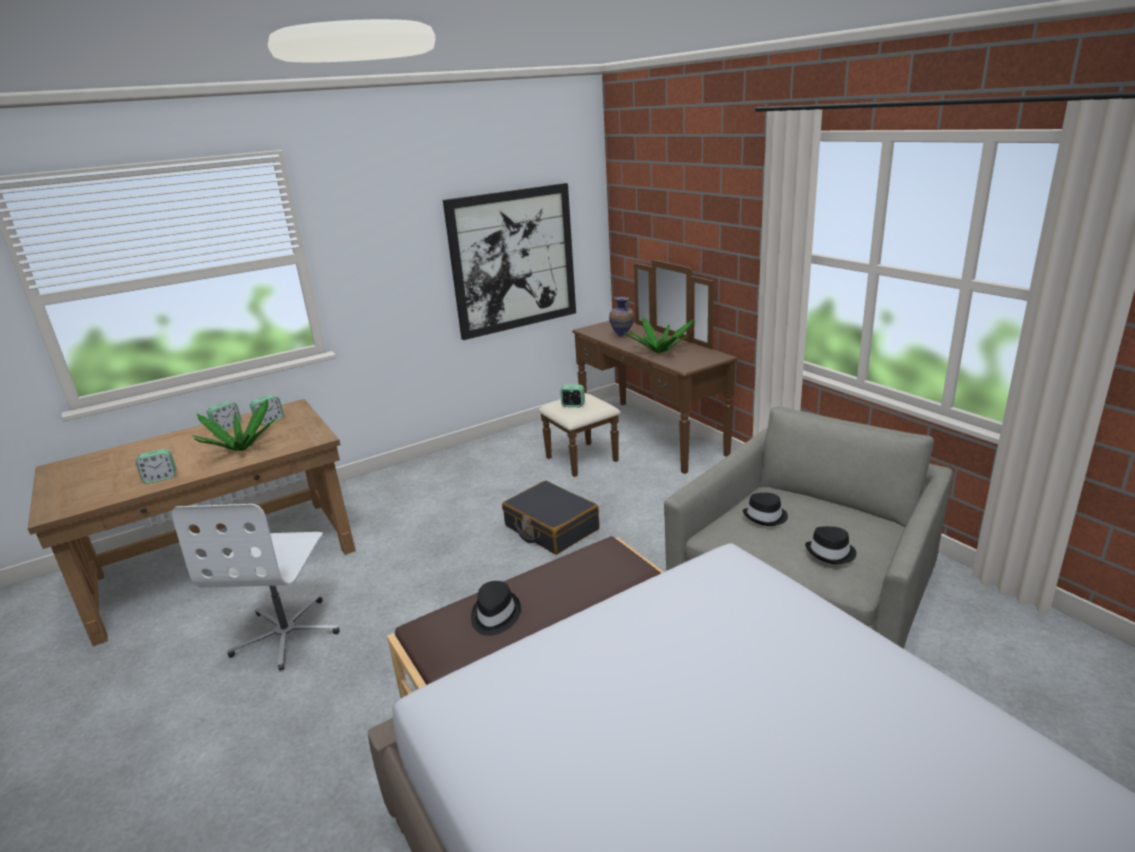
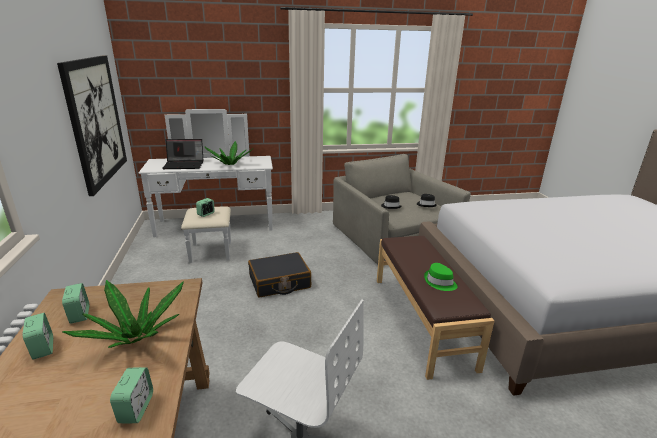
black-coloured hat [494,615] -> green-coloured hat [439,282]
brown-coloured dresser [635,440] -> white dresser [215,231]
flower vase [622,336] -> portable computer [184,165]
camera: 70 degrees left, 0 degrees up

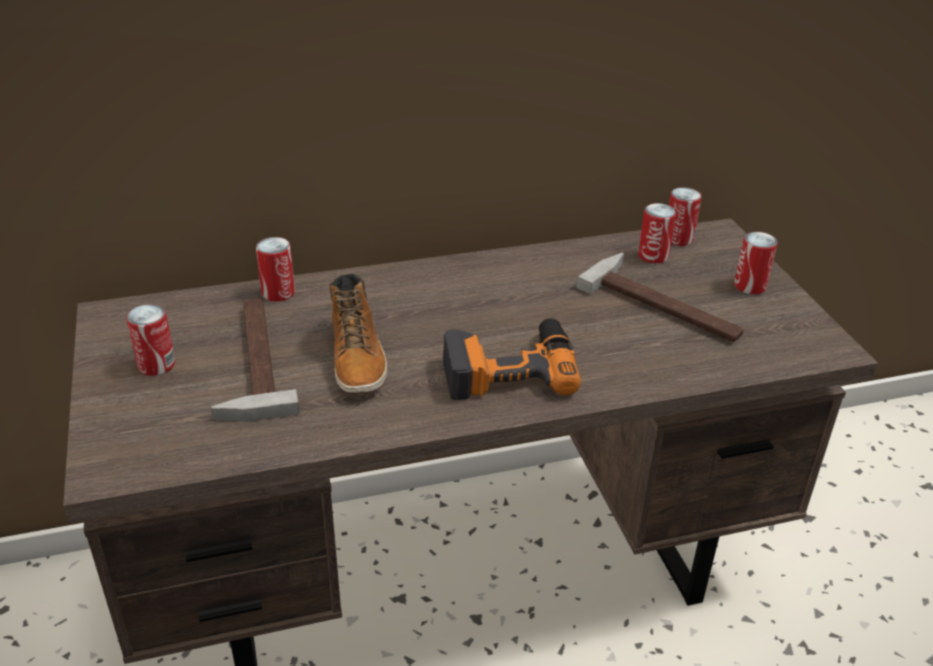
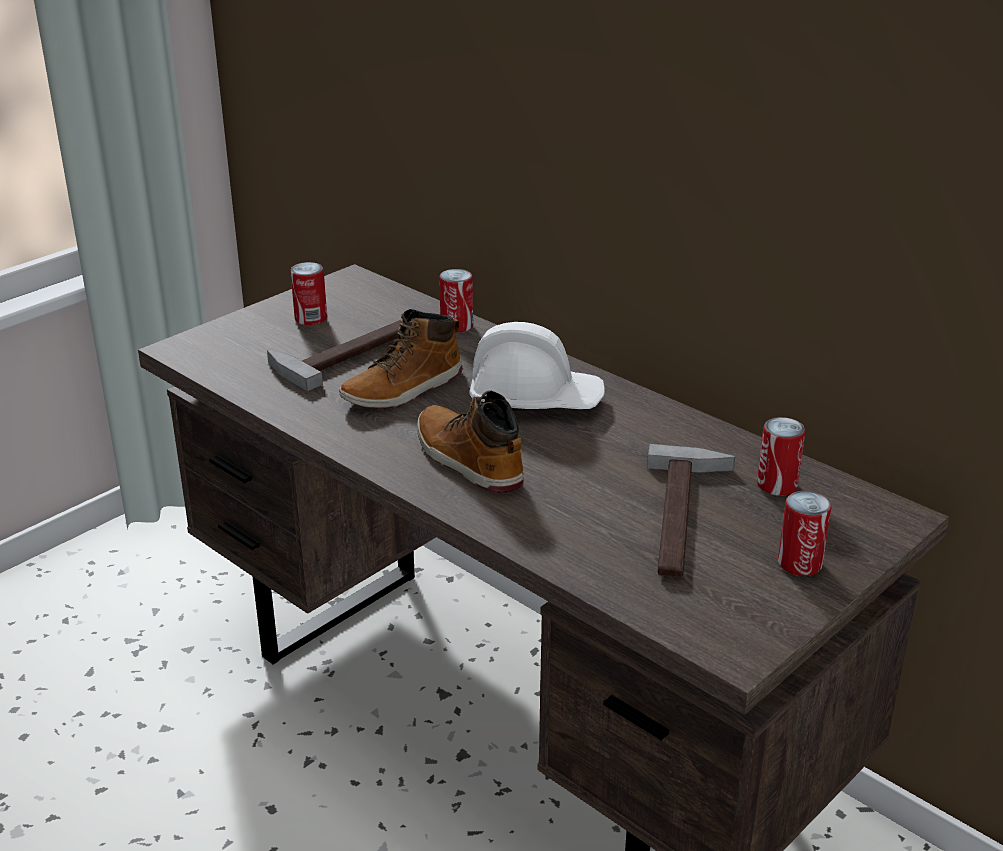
power drill [508,368] -> high-top boot [467,460]
metal can [678,239] -> none
none -> white safety helmet [535,399]
camera: 60 degrees right, 5 degrees down

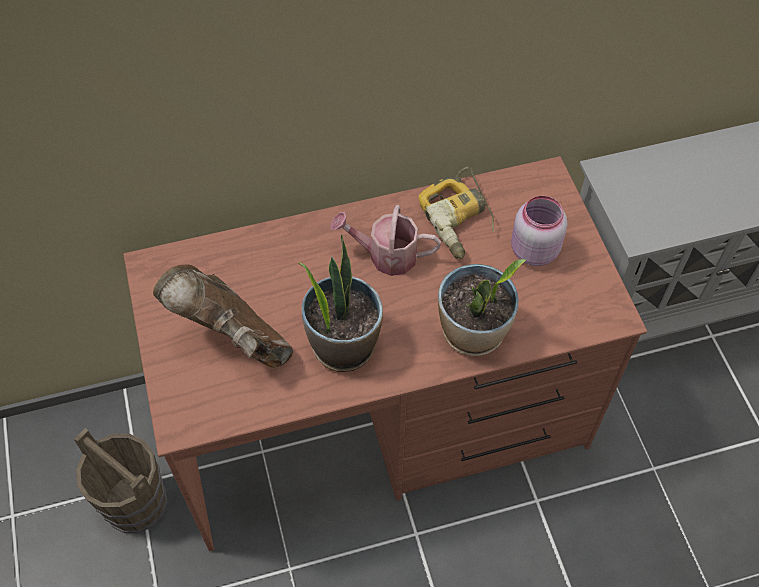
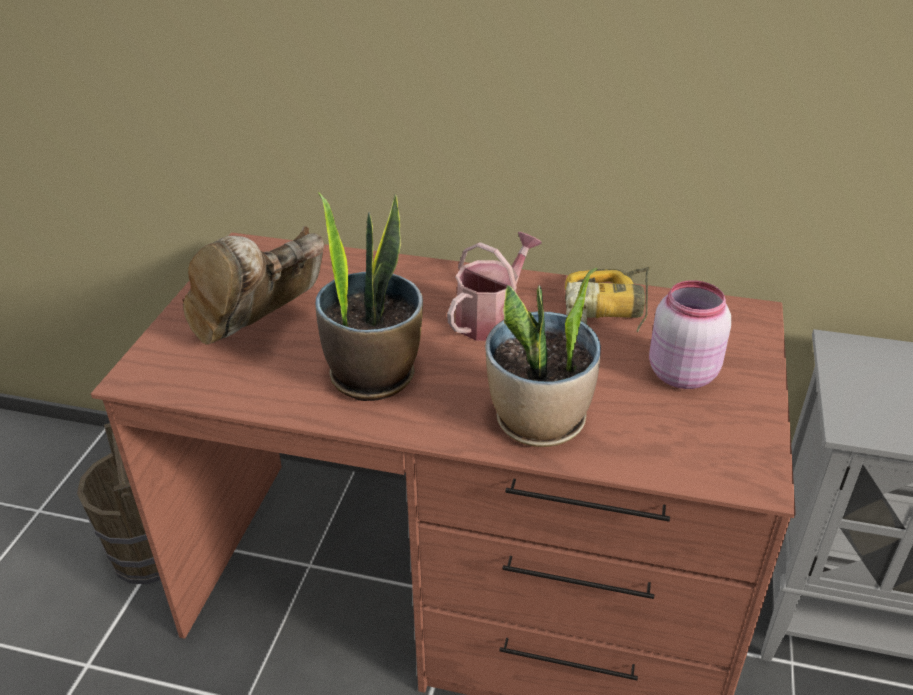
brown-coloured high-top boot [233,340] -> brown-coloured high-top boot [262,329], 120 degrees counterclockwise
sprinkling can [386,255] -> sprinkling can [492,318], 90 degrees clockwise
camera: 30 degrees right, 20 degrees down

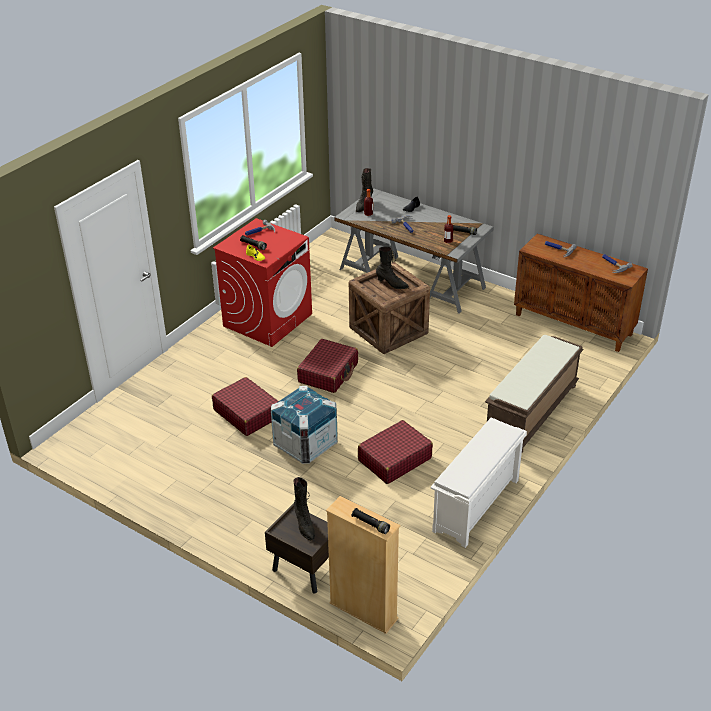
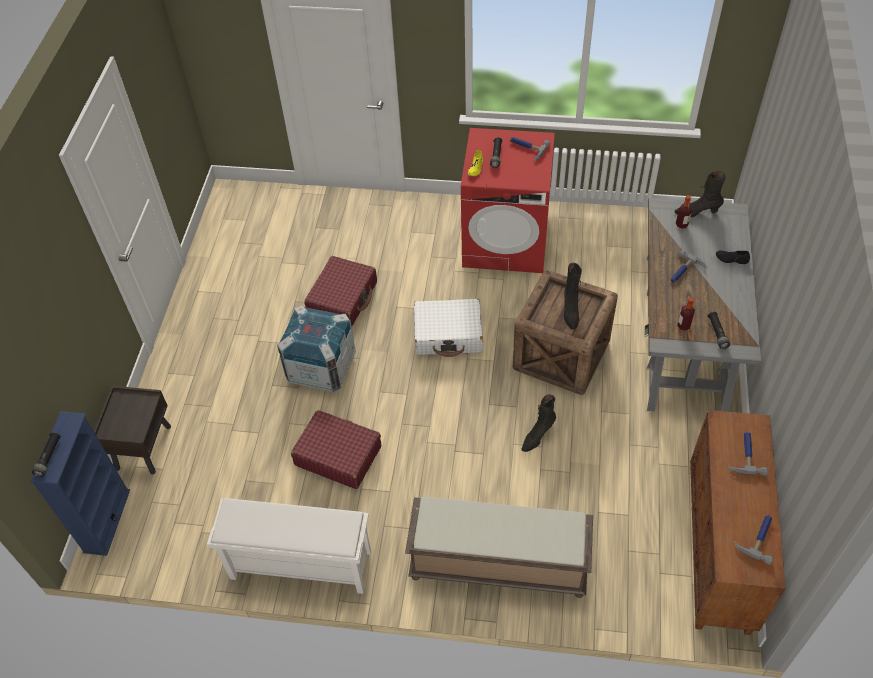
black-coloured high-top boot [304,525] -> black-coloured high-top boot [537,436], moved
red piece of luggage [328,373] -> white piece of luggage [448,334]
beige bookcase [363,611] -> bluish bookcase [106,521]
camera: 65 degrees right, 15 degrees up

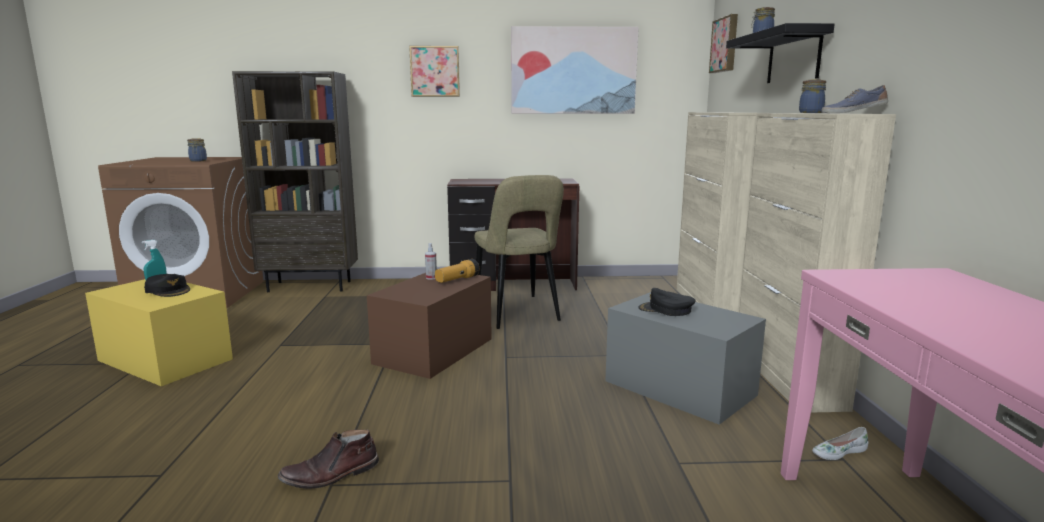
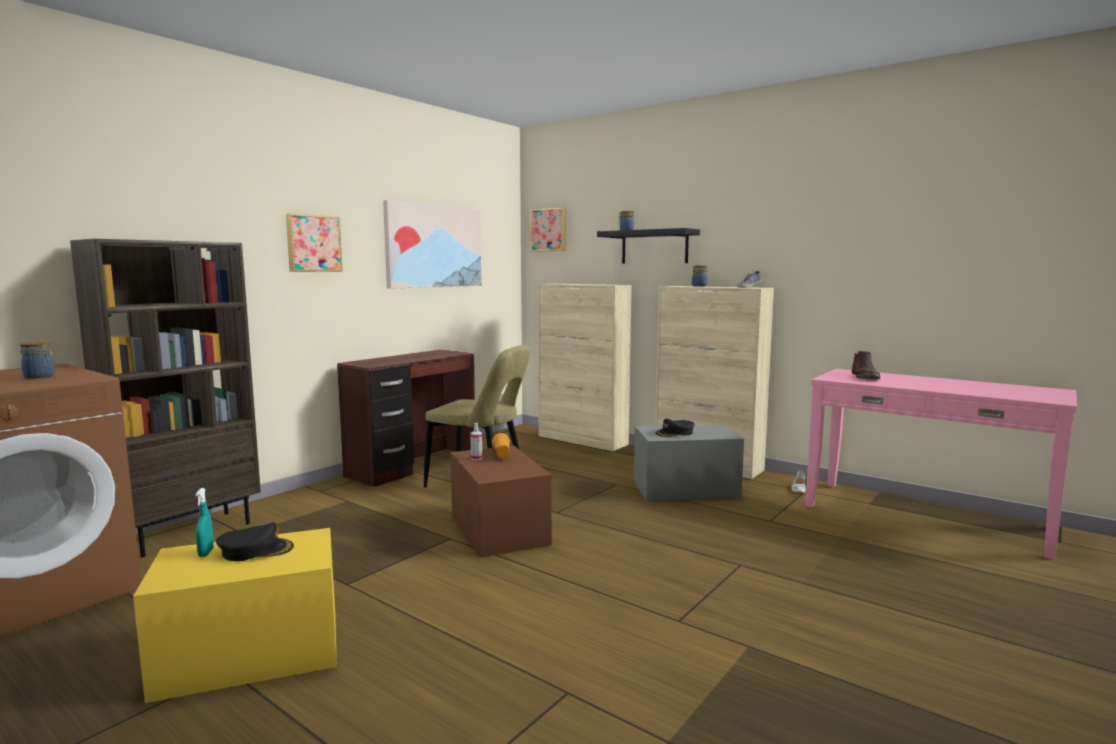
brown-coloured high-top boot [331,475] -> brown-coloured high-top boot [865,377], moved
camera: 50 degrees left, 5 degrees down

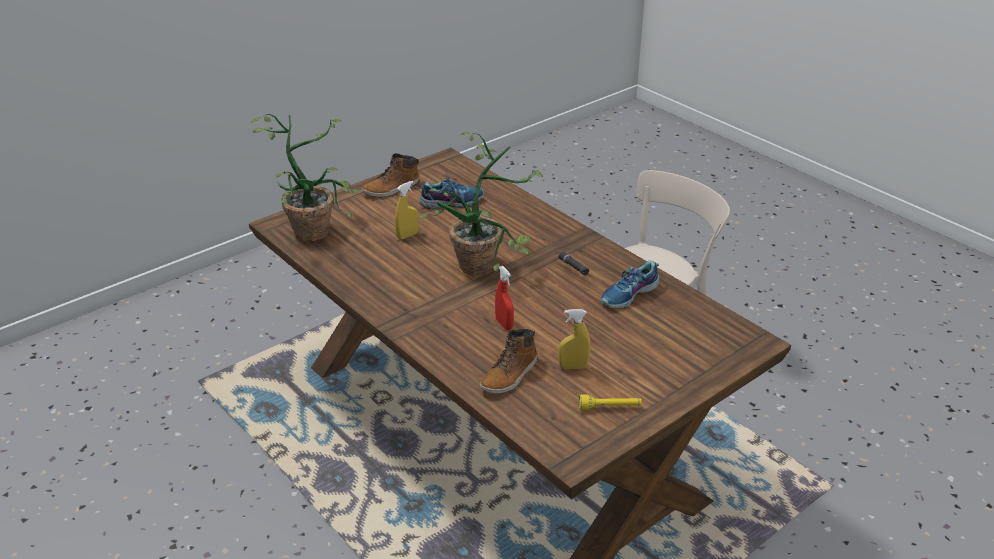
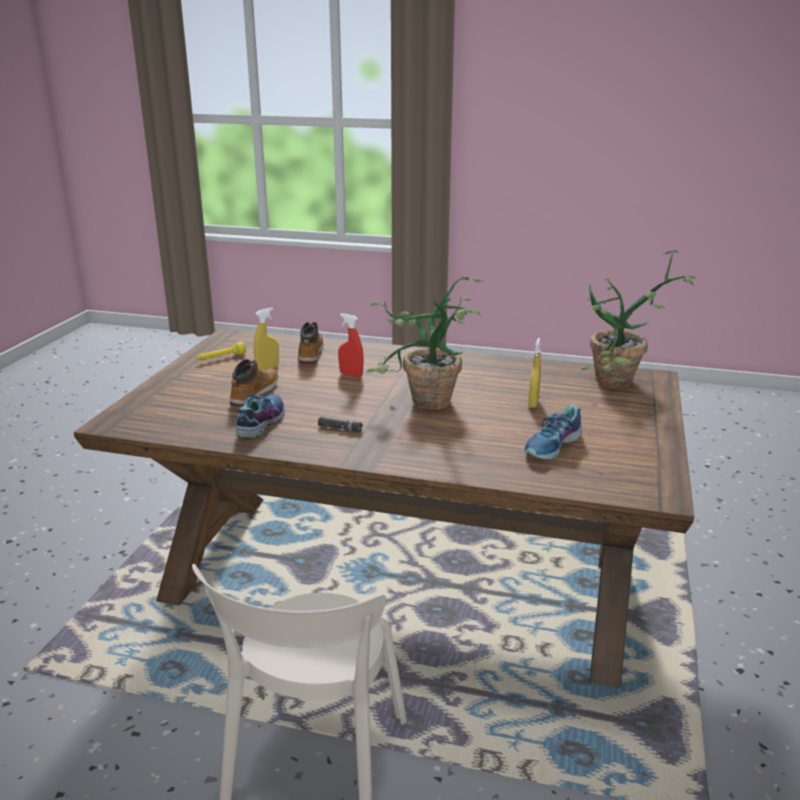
high-top boot [392,189] -> high-top boot [254,393], moved
camera: 145 degrees right, 10 degrees down

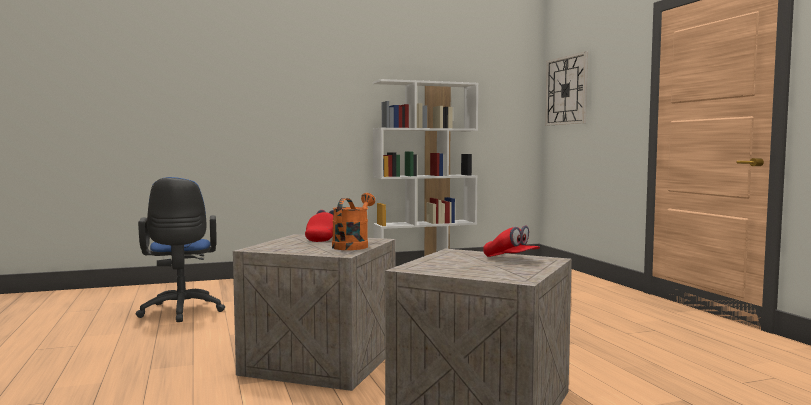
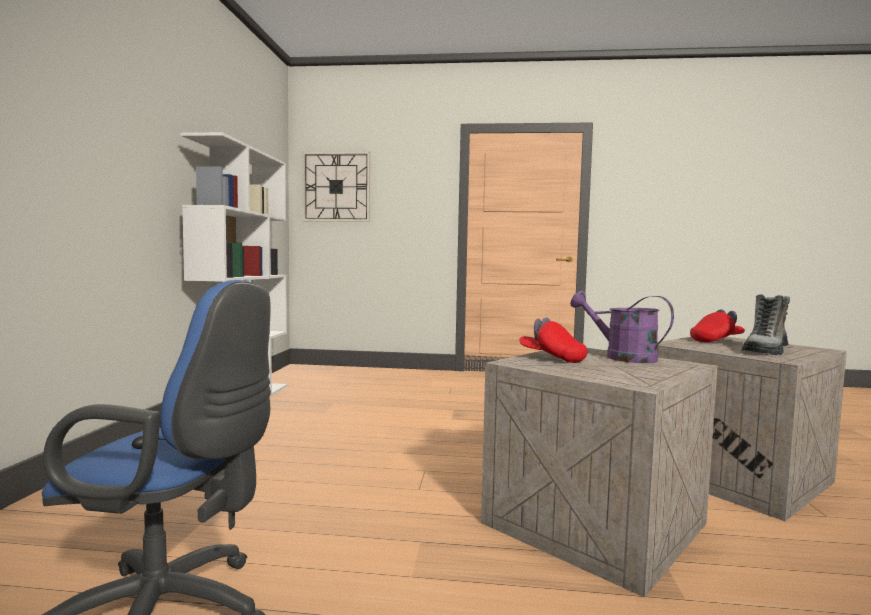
orangey sprinkling can [353,245] -> purple-coloured sprinkling can [621,357]
none -> high-top boot [766,351]
camera: 65 degrees left, 0 degrees up

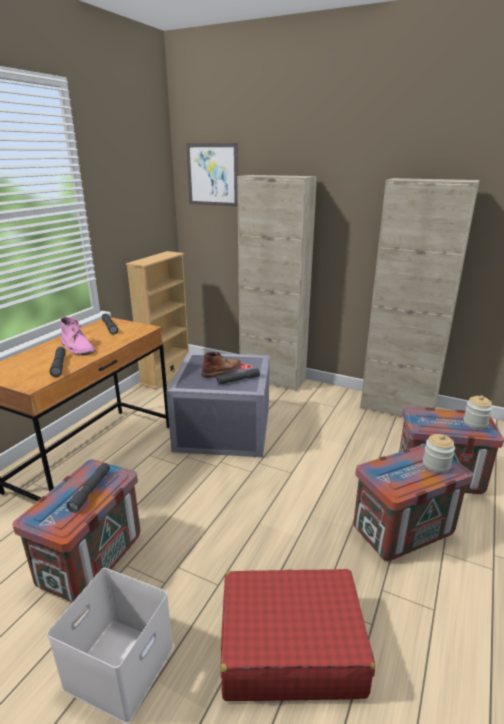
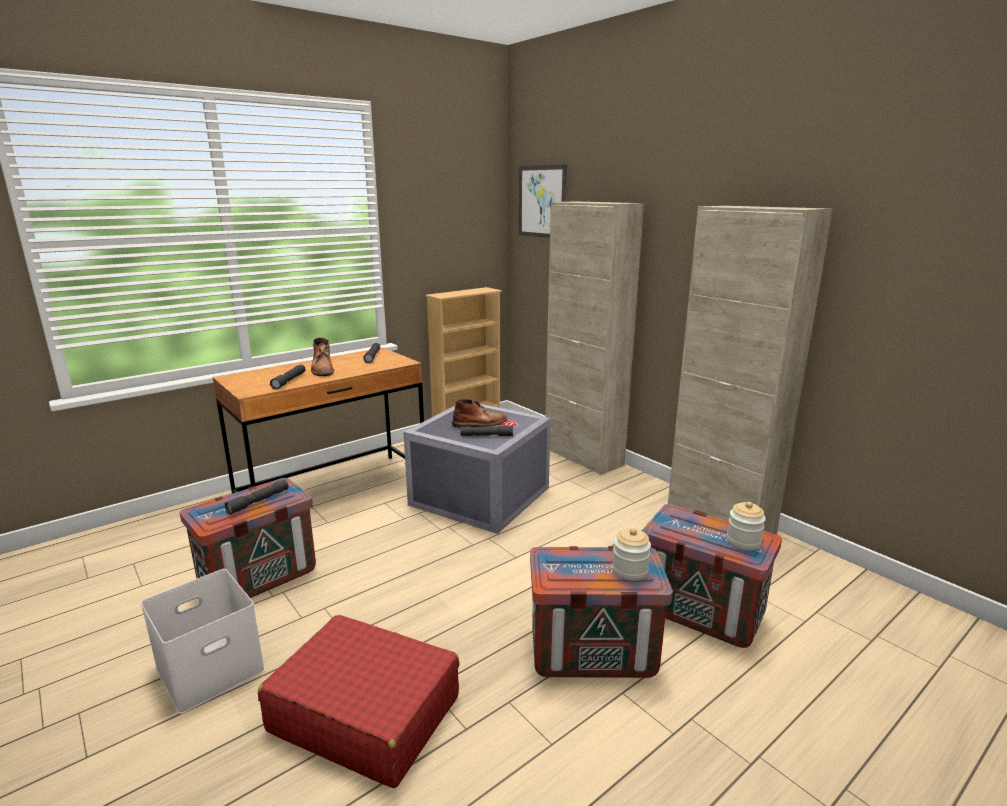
pinkish high-top boot [77,347] -> brown-coloured high-top boot [322,369]
camera: 25 degrees right, 5 degrees down

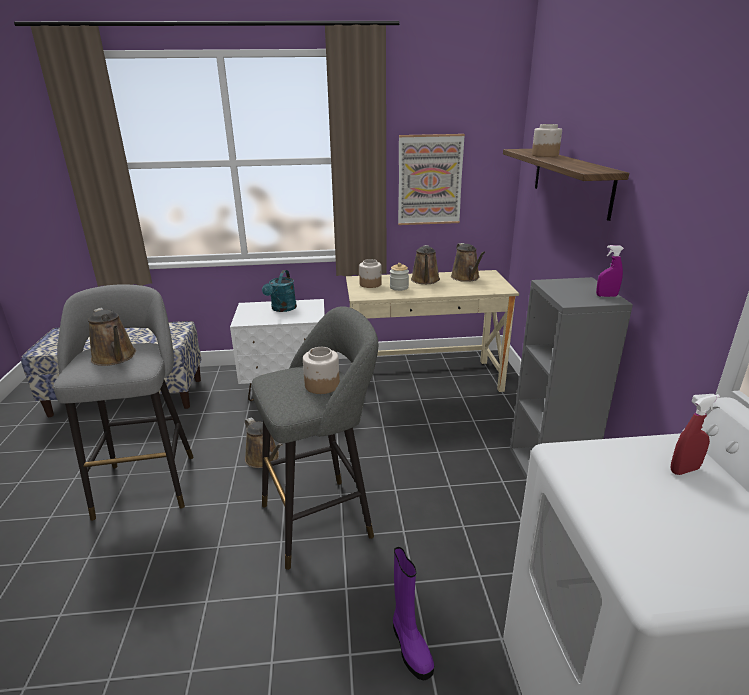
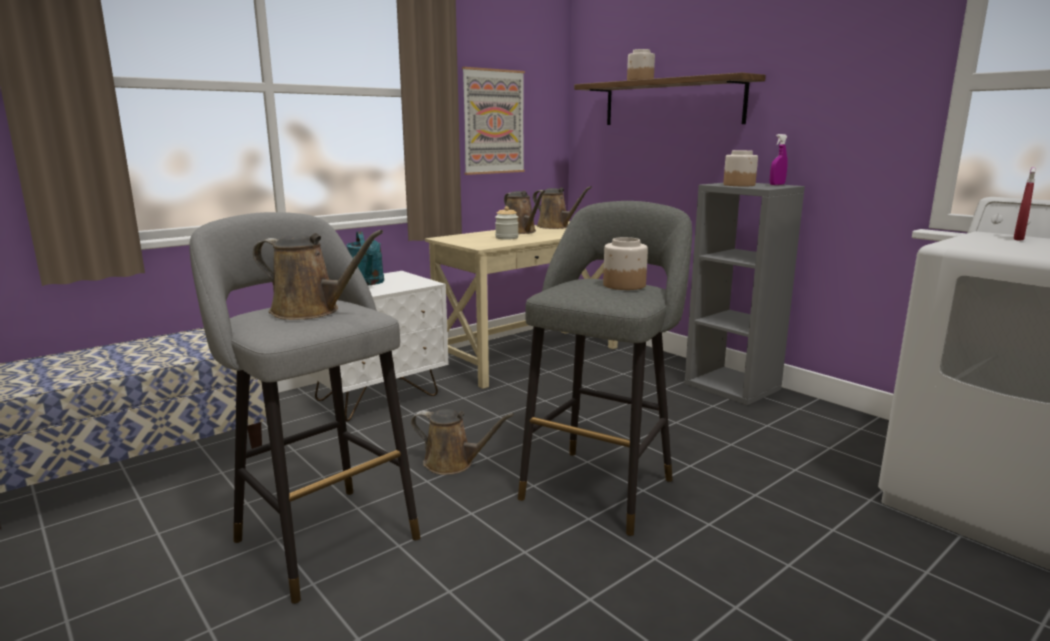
jar [370,284] -> jar [739,185], moved
purple-coloured high-top boot [410,646] -> none
camera: 35 degrees left, 10 degrees down

